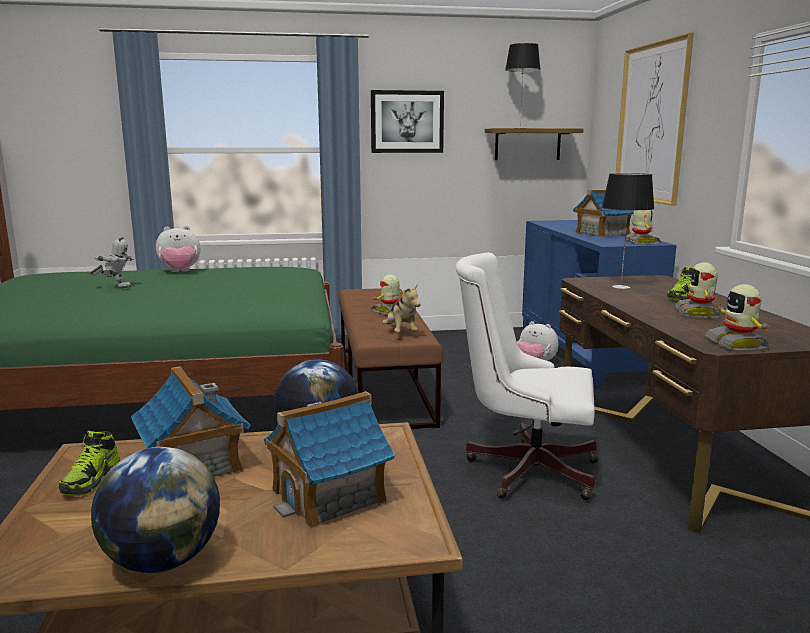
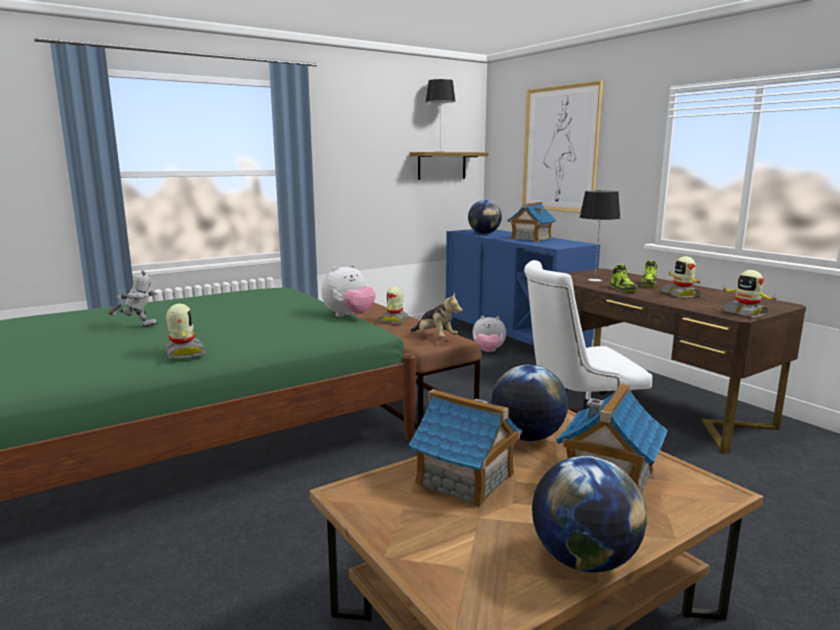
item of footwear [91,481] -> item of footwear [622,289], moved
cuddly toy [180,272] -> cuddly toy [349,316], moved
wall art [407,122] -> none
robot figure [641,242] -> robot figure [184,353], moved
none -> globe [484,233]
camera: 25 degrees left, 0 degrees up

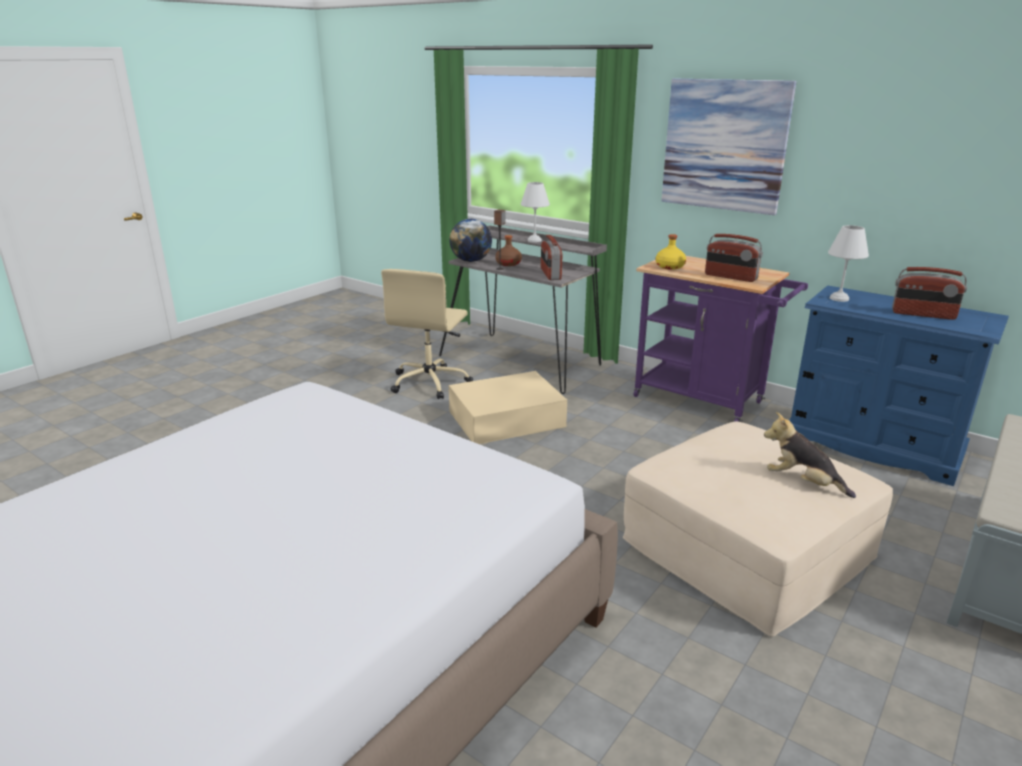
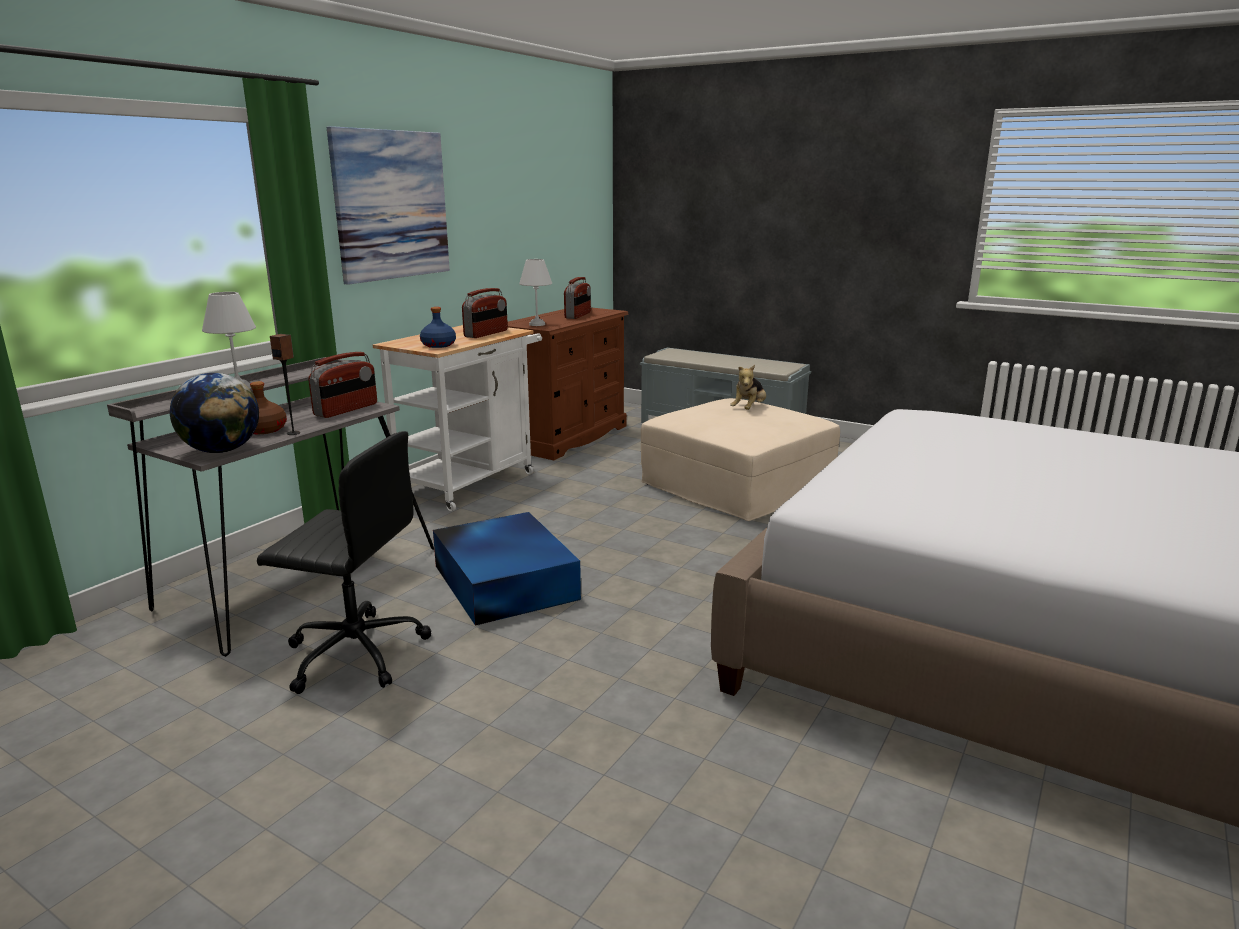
beige computer chair [430,382] -> black-coloured computer chair [354,653]
beige storage box [508,419] -> bluish storage box [505,581]
radio [550,274] -> radio [346,410], 45 degrees counterclockwise
purple-coloured cart [705,401] -> white cart [472,481]
yellow bottle [669,266] -> bluish bottle [438,345]
bluish dresser [872,445] -> brown-coloured dresser [567,437]
camera: 95 degrees left, 5 degrees down

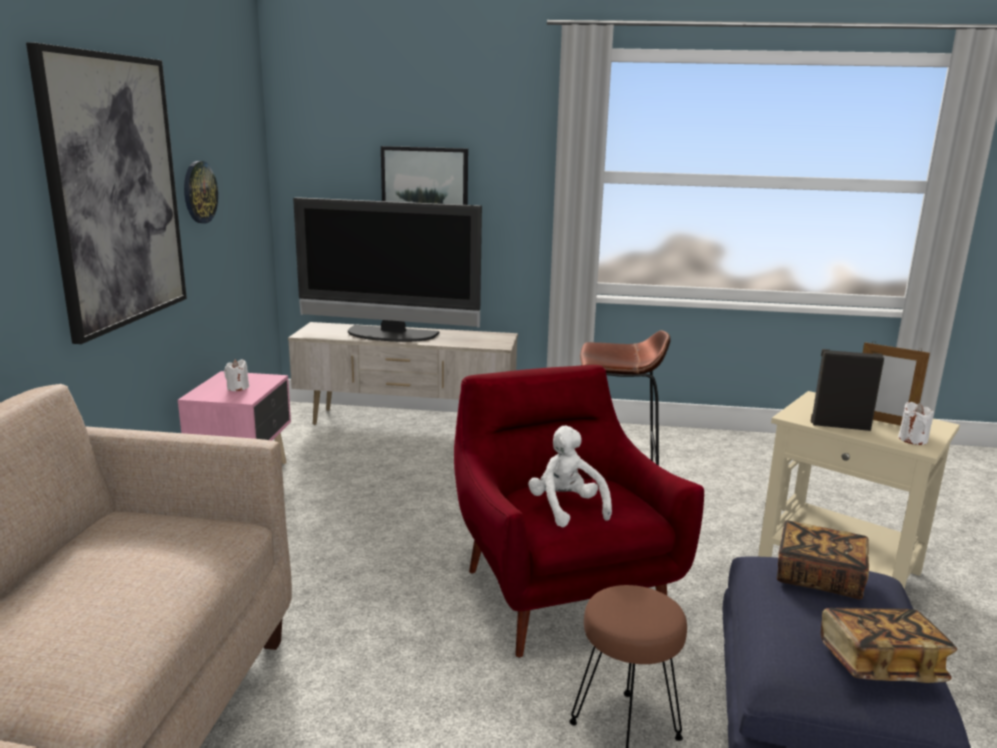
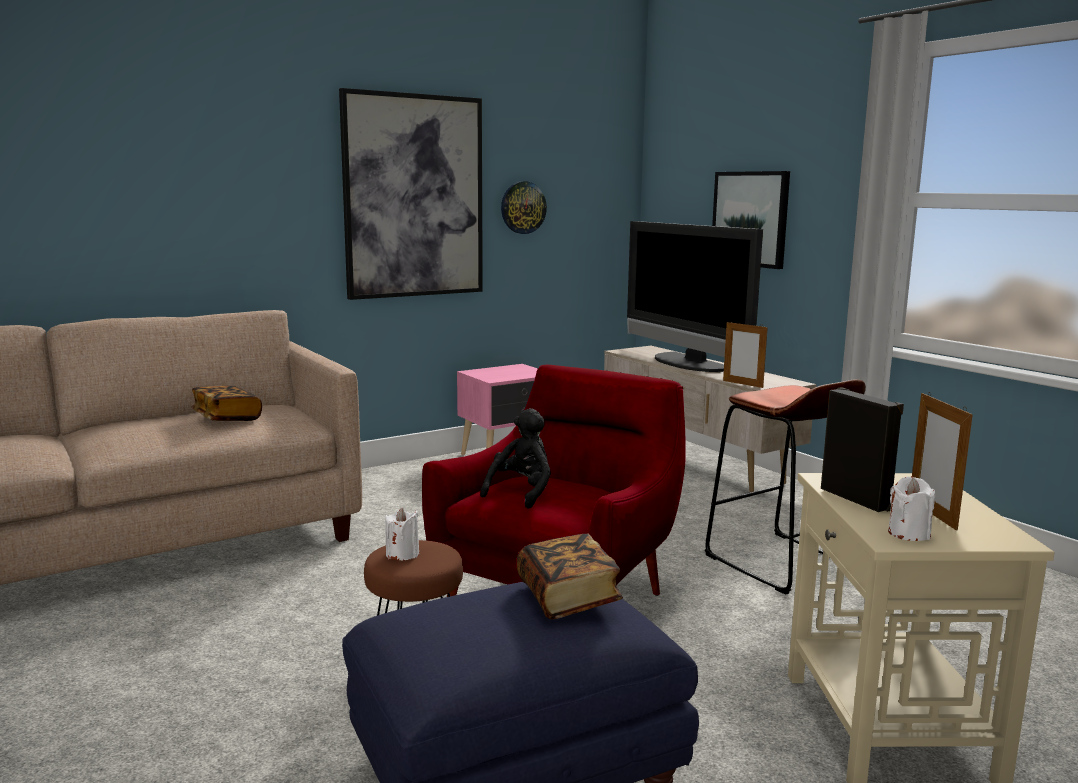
white candle [237,388] -> white candle [402,554], moved
white cuddly toy [566,508] -> black-coloured cuddly toy [521,492]
volume [880,664] -> volume [226,418], moved
none -> standing frame [742,384]
camera: 50 degrees right, 5 degrees down

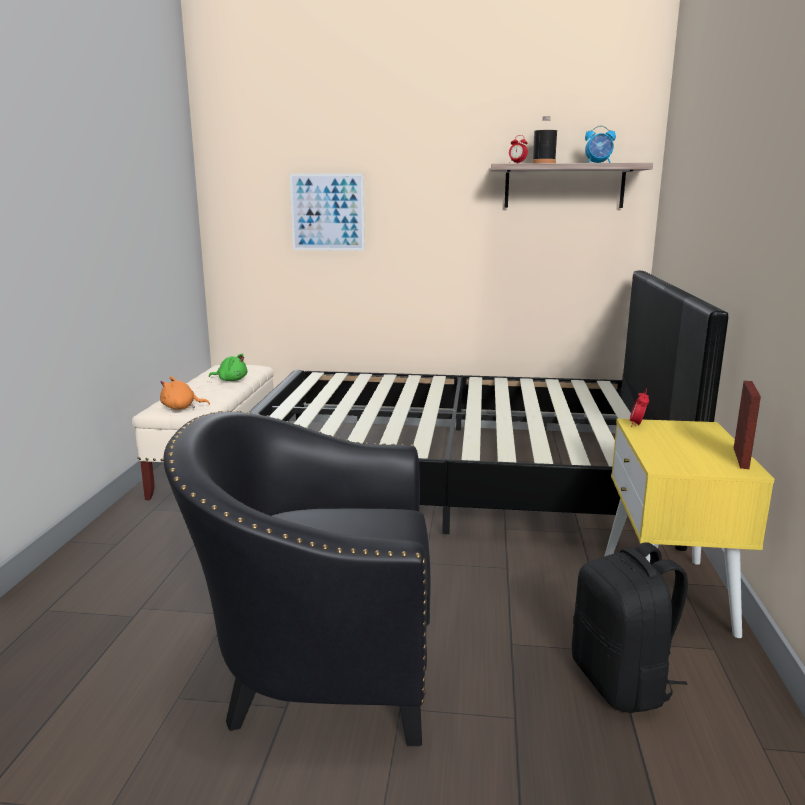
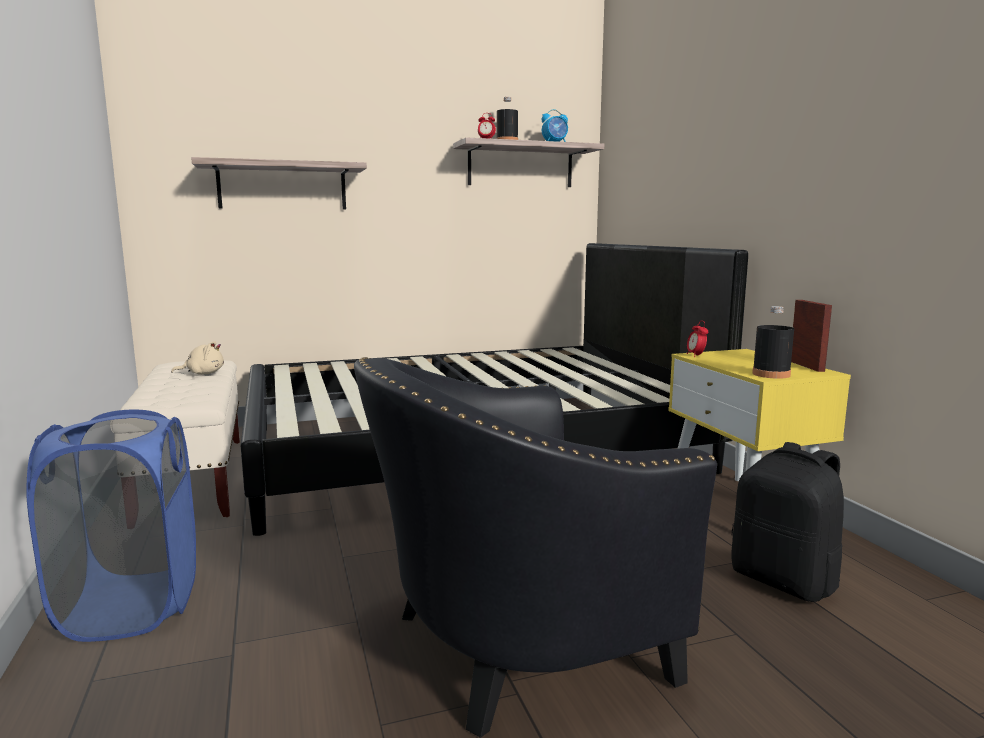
orangey cuddly toy [181,408] -> none
green-coloured cuddly toy [231,380] -> beige cuddly toy [203,374]
wall art [327,212] -> shelf [282,186]
none -> bluish washing basket [131,605]
none -> black-coloured bottle [771,374]
camera: 25 degrees left, 5 degrees down

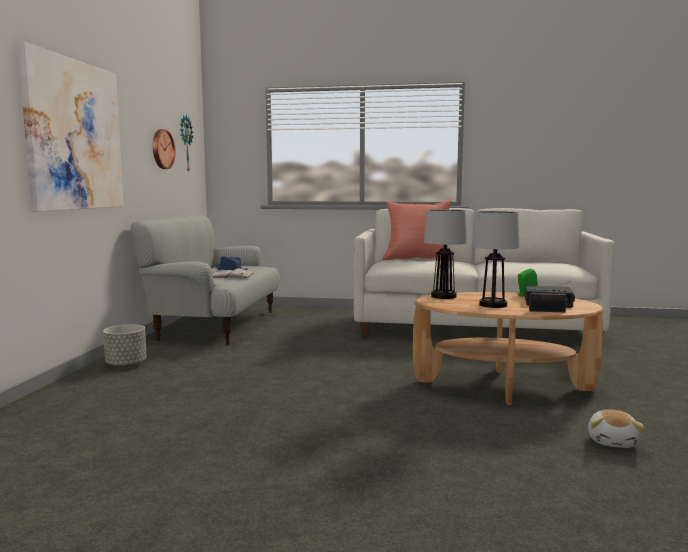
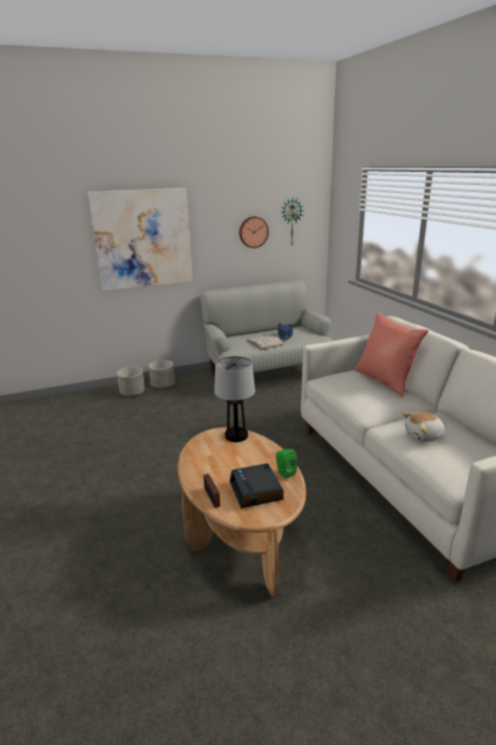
table lamp [492,305] -> none
cuddly toy [613,442] -> cuddly toy [424,436], moved
none -> gray planter [132,393]
camera: 60 degrees right, 15 degrees up

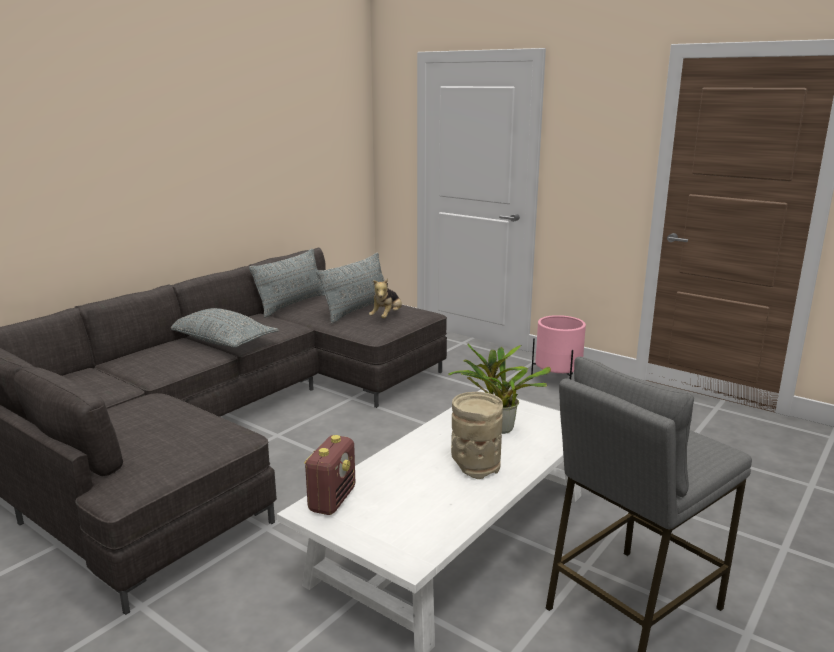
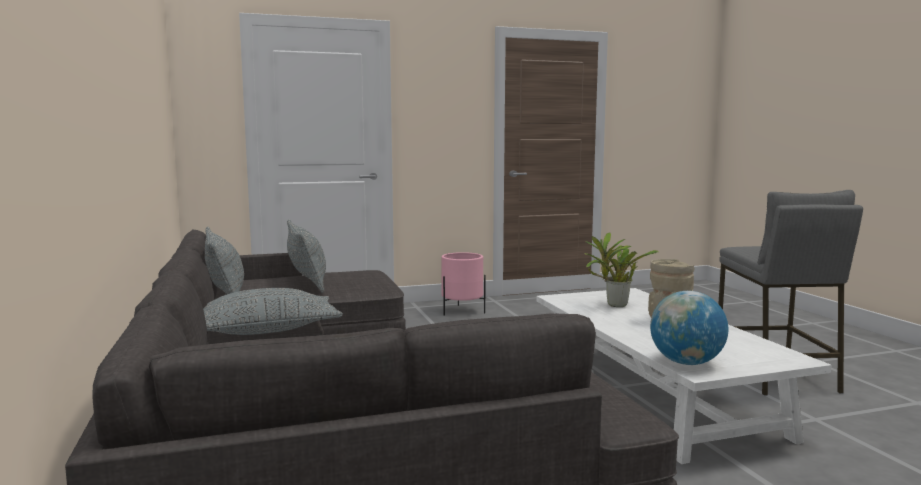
radio [332,499] -> globe [686,363]
cuddly toy [387,317] -> none
camera: 55 degrees left, 10 degrees down

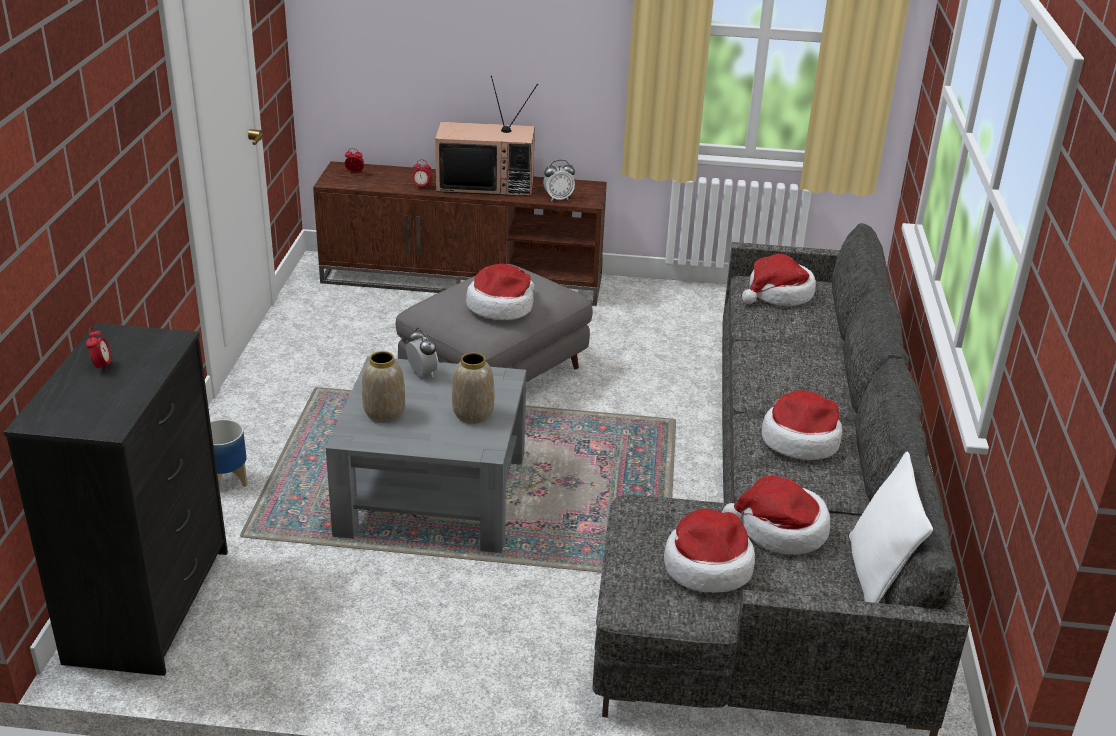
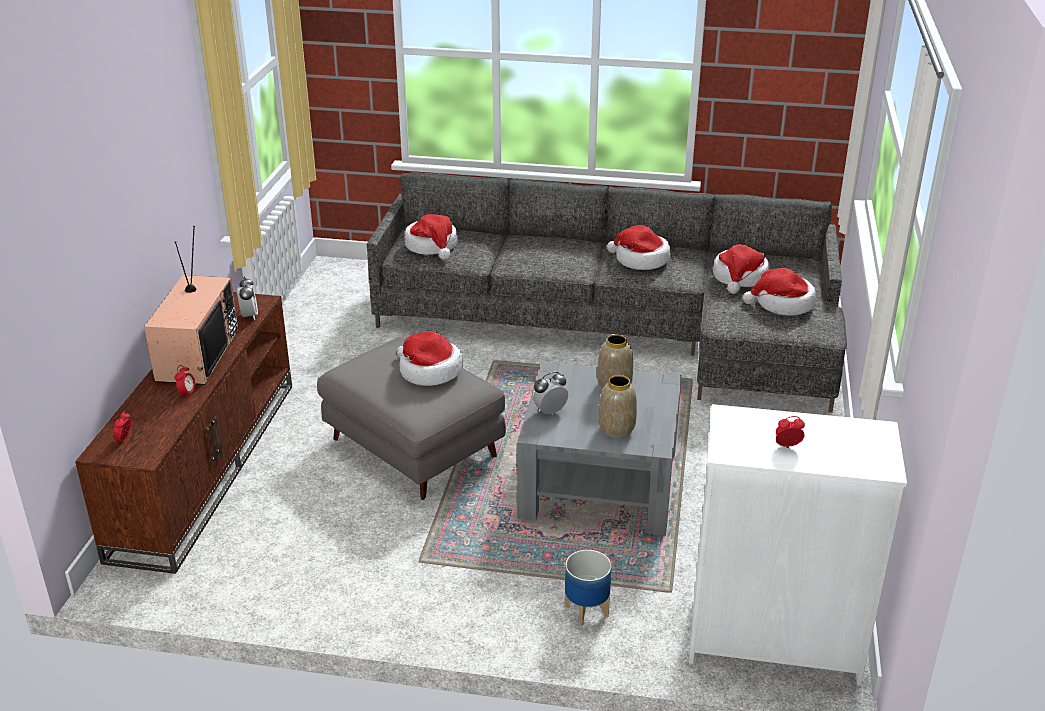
black-coloured dresser [150,605] -> white dresser [773,639]
white cushion [876,577] -> none
camera: 85 degrees left, 0 degrees up

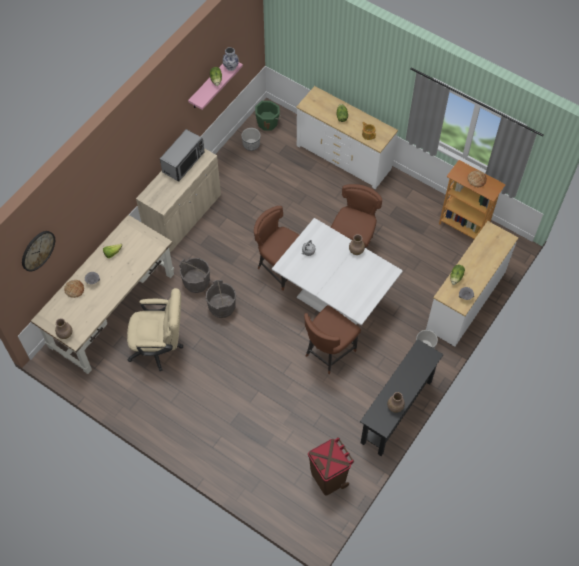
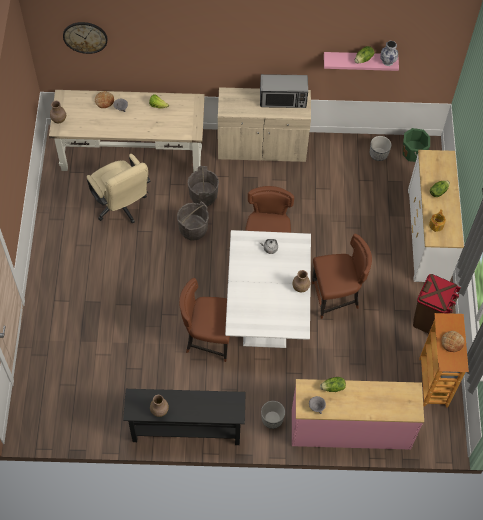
brown-coloured trash can [328,478] -> brown-coloured trash can [429,319], moved
white dresser [466,301] -> pinkish dresser [350,430]
camera: 55 degrees right, 0 degrees up

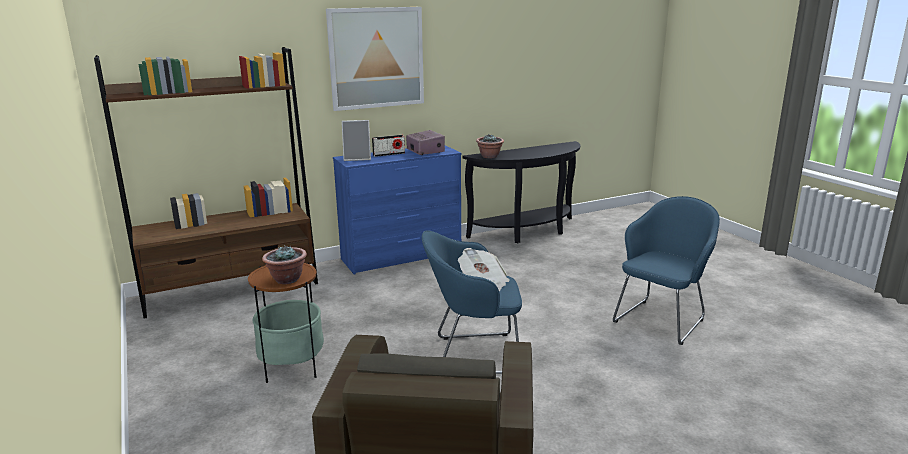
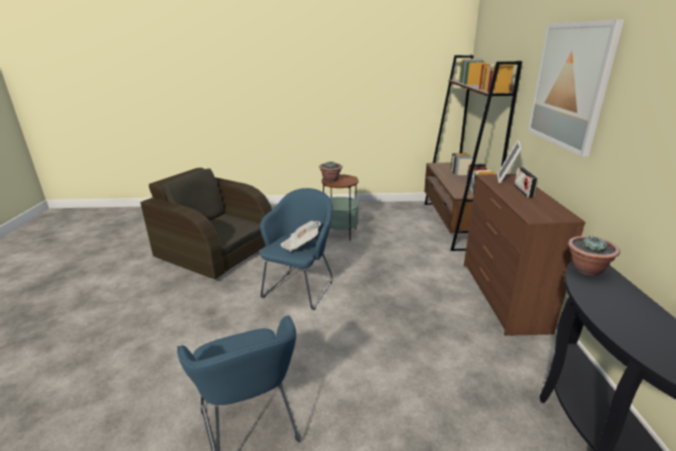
bluish dresser [402,257] -> brown-coloured dresser [501,296]
radio [425,151] -> none
camera: 115 degrees right, 5 degrees up

